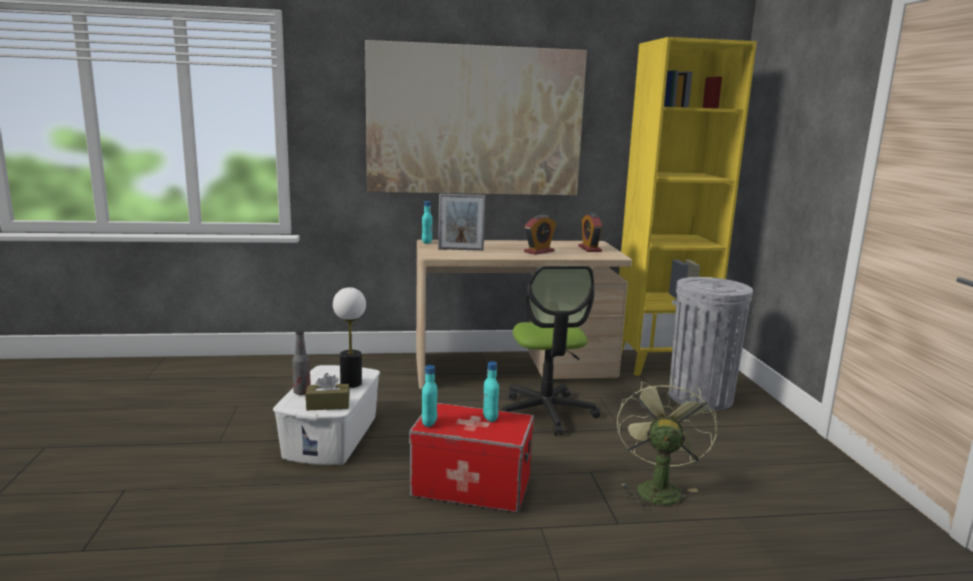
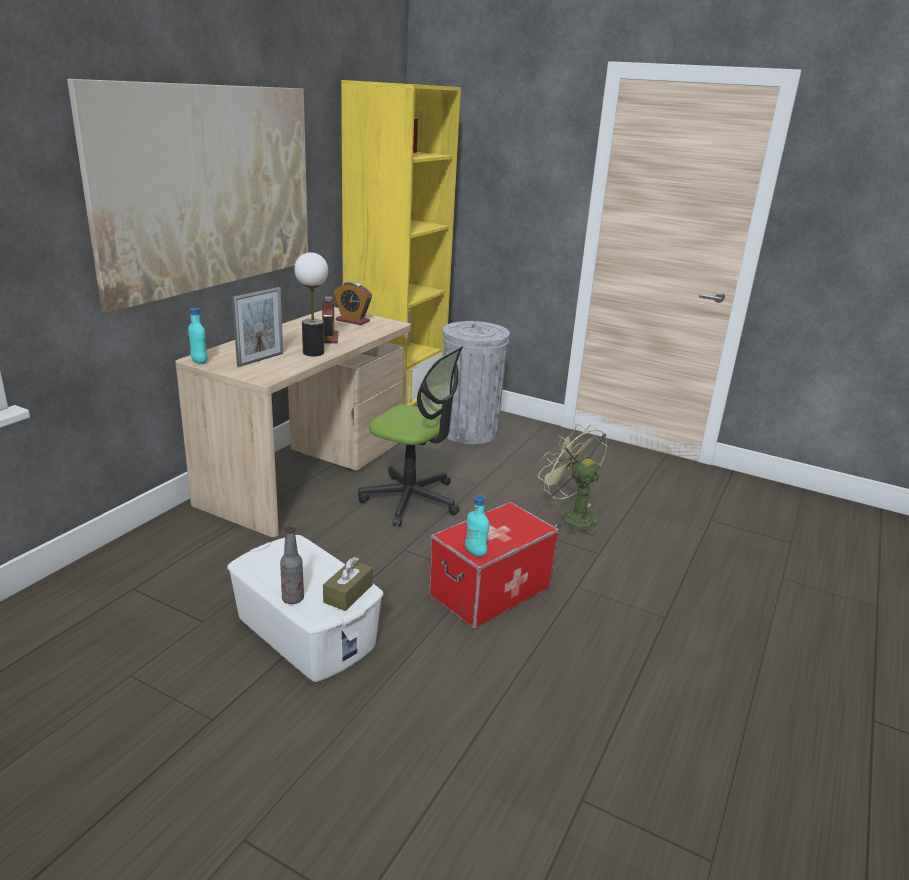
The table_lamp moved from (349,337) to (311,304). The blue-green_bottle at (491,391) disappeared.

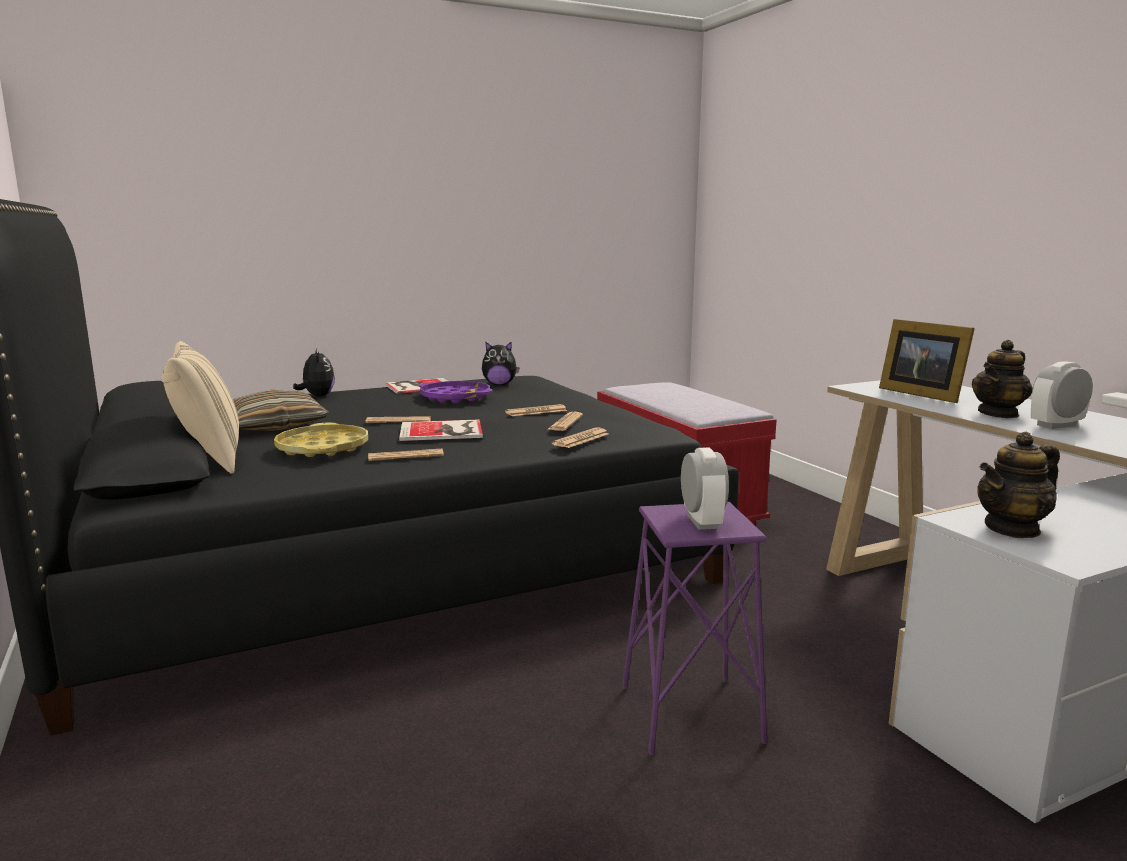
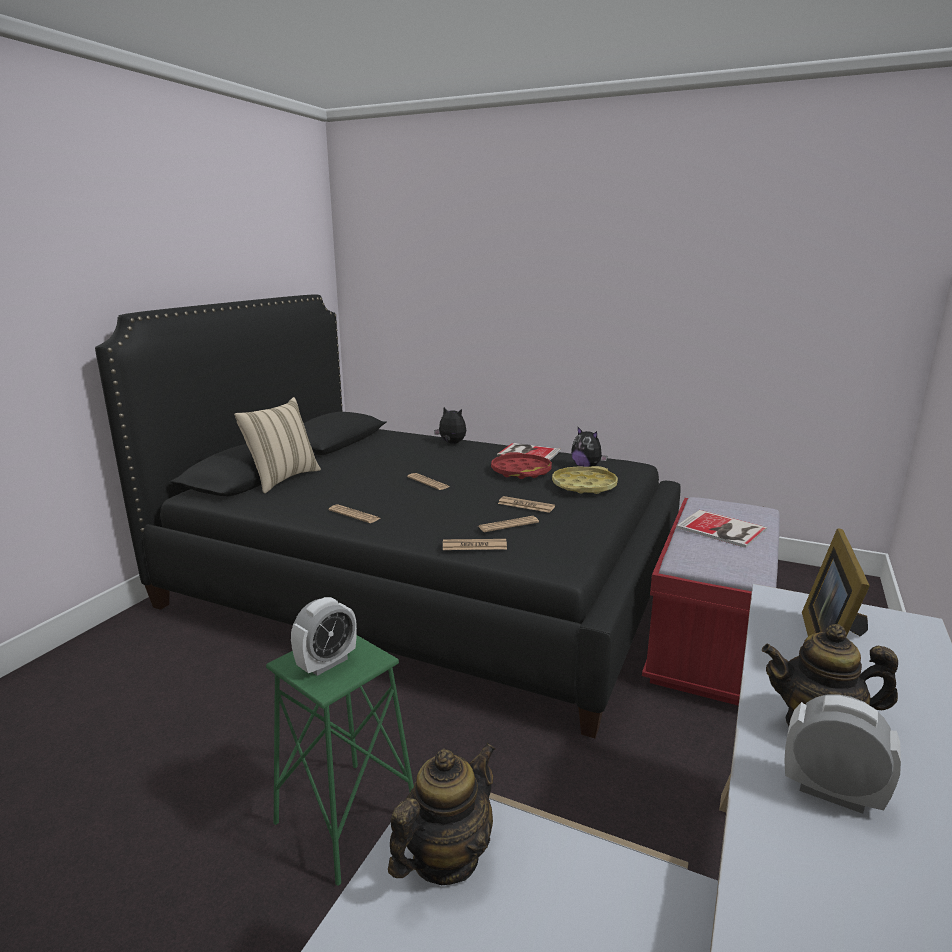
The purplish_stool_seat at (694,628) became the greenish_stool_seat at (340,760). The tea_pot at (1018,485) turned 105 degrees clockwise. The soft_toy at (314,372) turned 90 degrees counterclockwise. The purplish_carrying_tray at (455,392) became the red-coloured_carrying_tray at (521,465). The yellow-coloured_carrying_tray moved from (321,439) to (585,480). The bound_book moved from (441,430) to (721,529). The pillow at (281,410) disappeared.

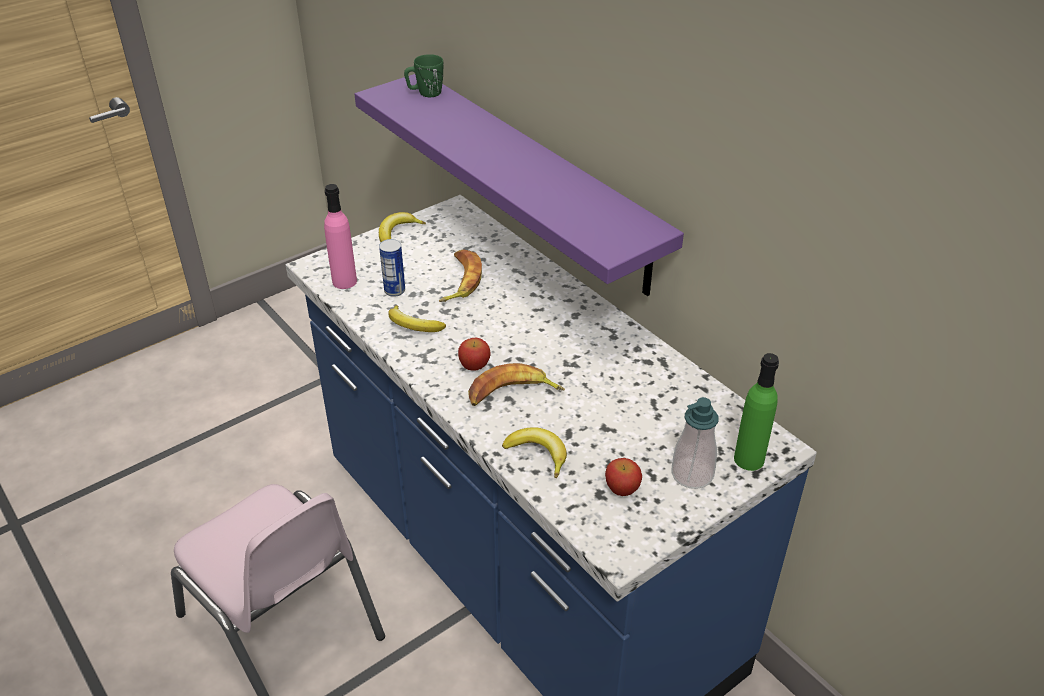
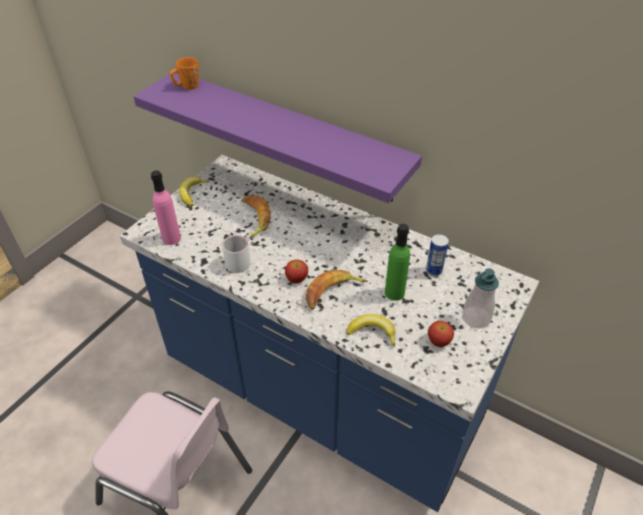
The greenish_coffee_mug at (423,75) became the orangey_coffee_mug at (184,73). The banana_fruit at (417,318) was replaced by the white-coloured_coffee_mug at (236,253). The greenish_bottle moved from (756,412) to (397,262). The can moved from (392,268) to (437,255).

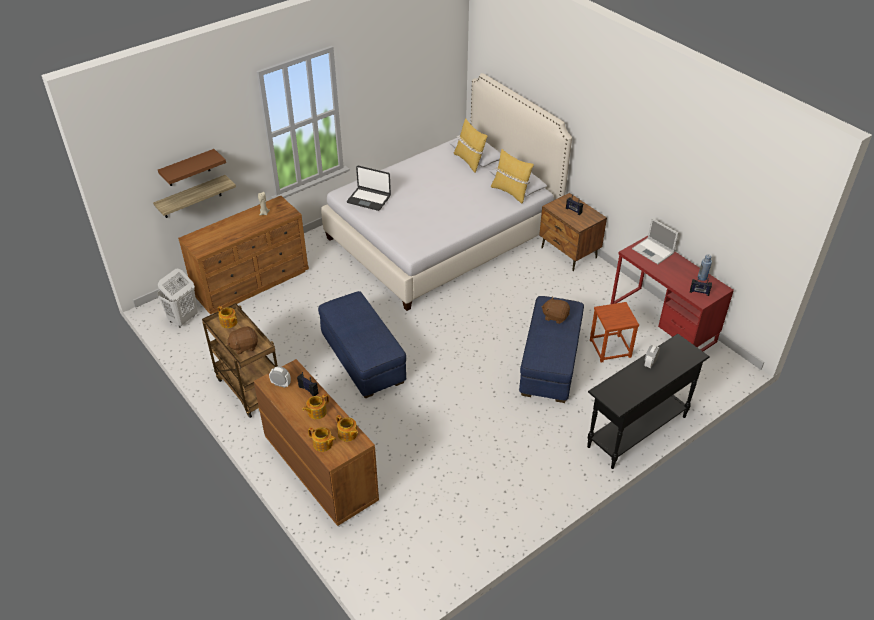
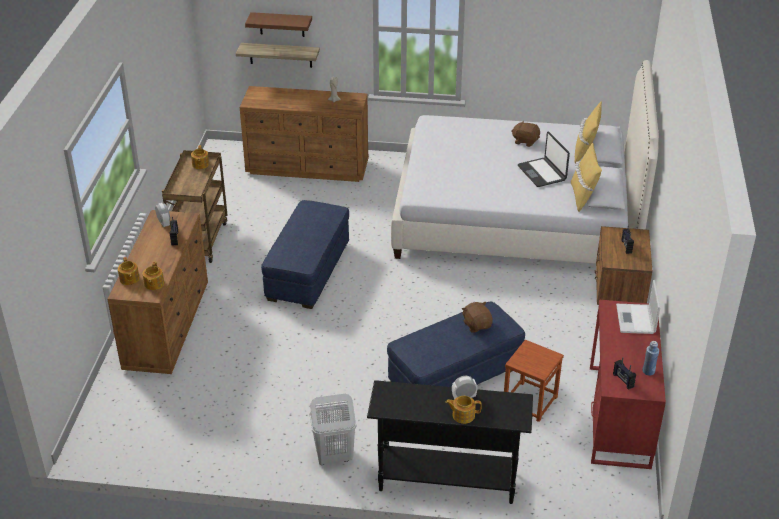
The white-coloured_hamper moved from (177,298) to (333,429). The tea_pot moved from (315,406) to (463,410). The brown-coloured_soft_toy moved from (242,340) to (525,134). The portable_computer moved from (369,188) to (544,159).

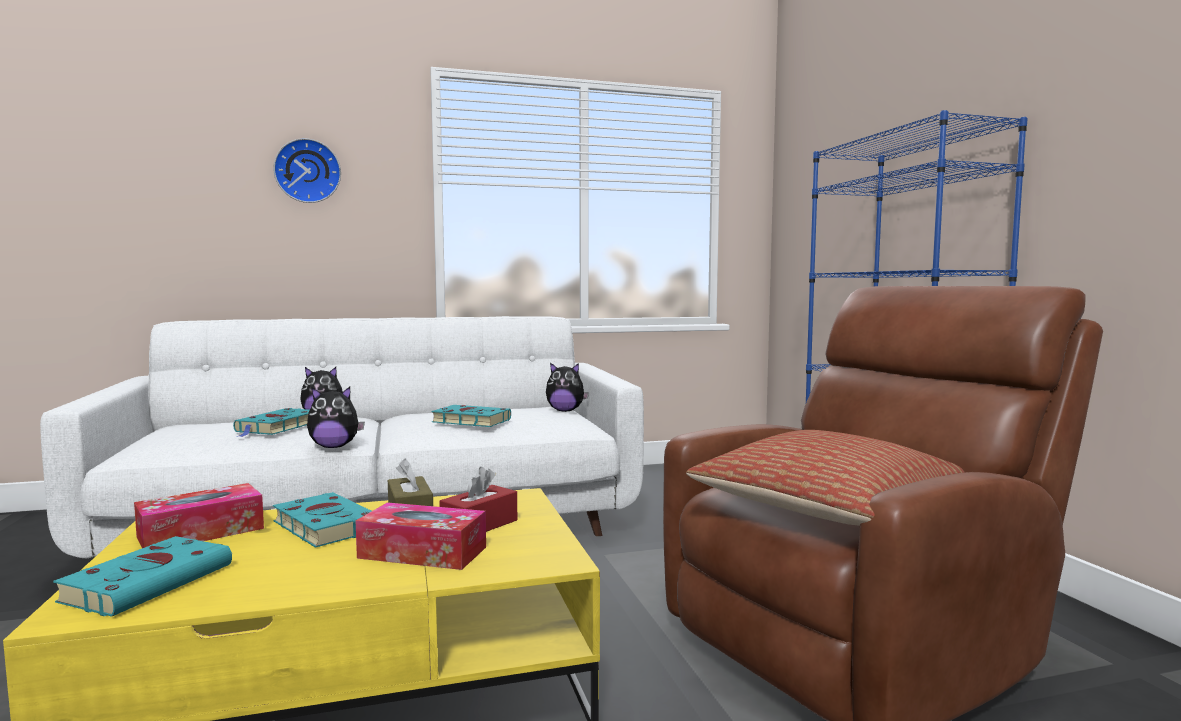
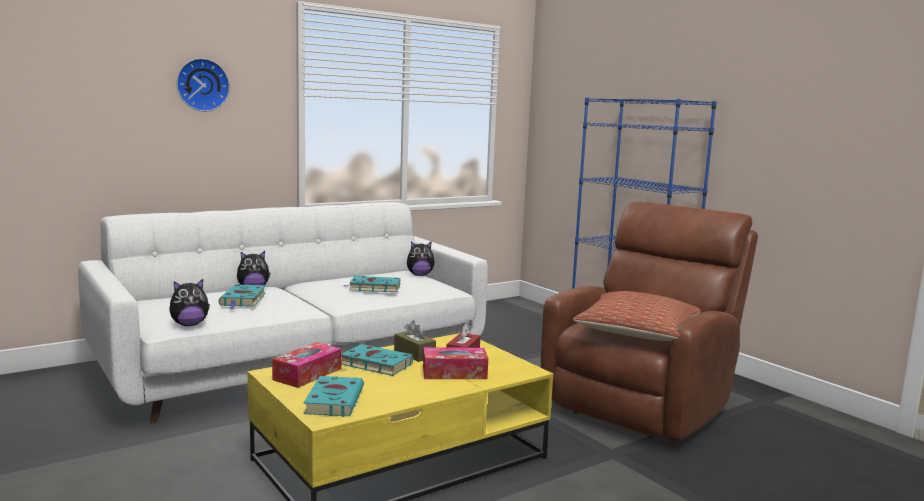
The soft_toy moved from (336,417) to (189,302).

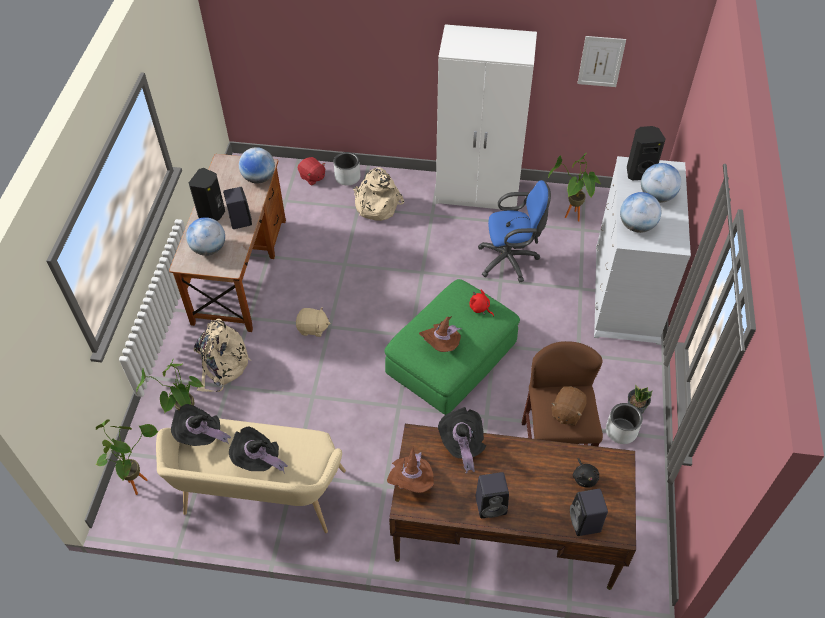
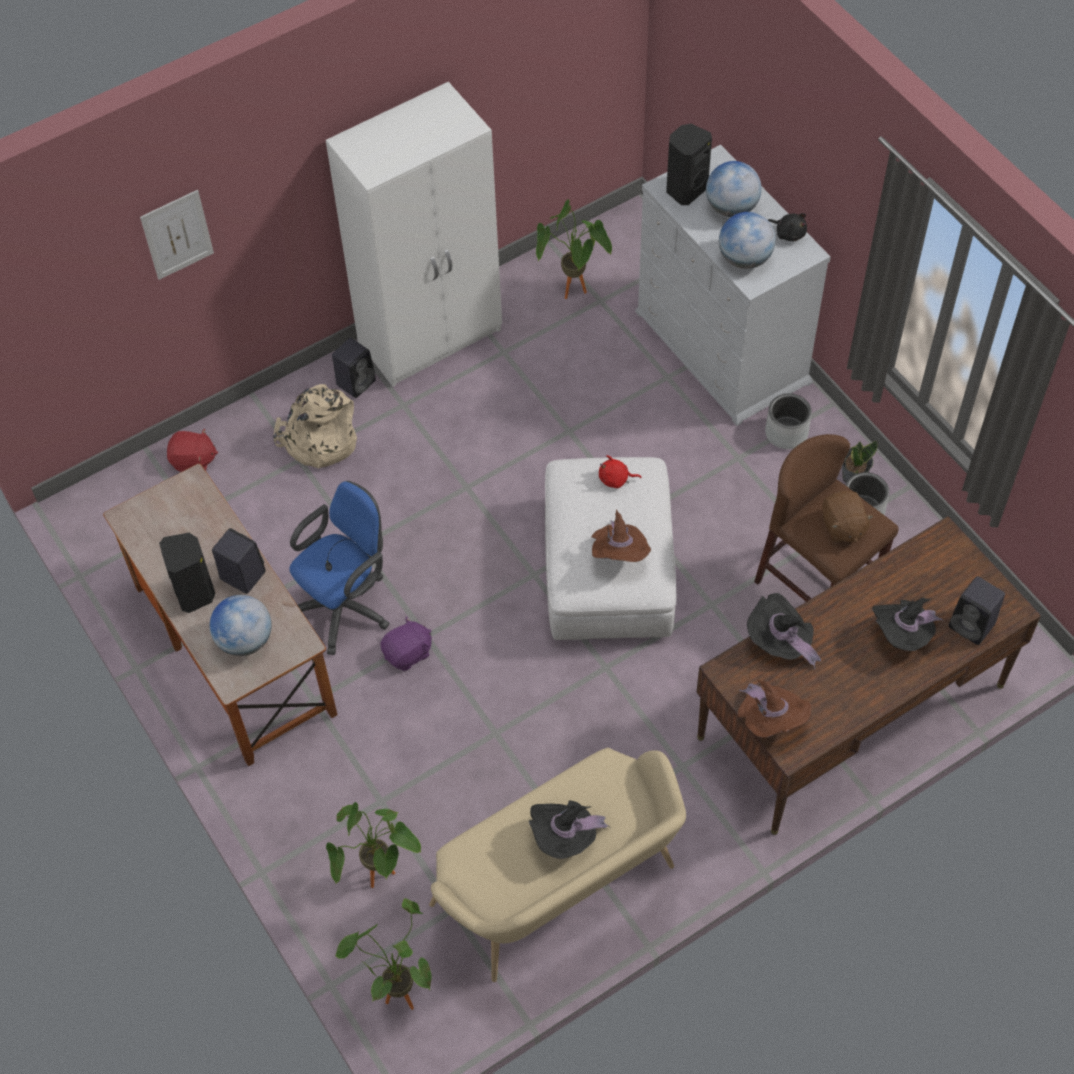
The wall_picture moved from (601,61) to (177,235). The blue-coloured_office_chair moved from (514,231) to (339,568). The black_speaker moved from (492,495) to (354,368). The beige_soft_toy at (313,322) became the purplish_soft_toy at (406,644). The greenish_ottoman at (452,347) became the white-coloured_ottoman at (610,548). The gray_plant_pot moved from (347,168) to (788,421). The black_soft_toy moved from (586,473) to (787,227). The black_clothing_hat moved from (201,425) to (907,624). The beige_backpack at (222,355) disappeared. The globe at (257,165) disappeared.

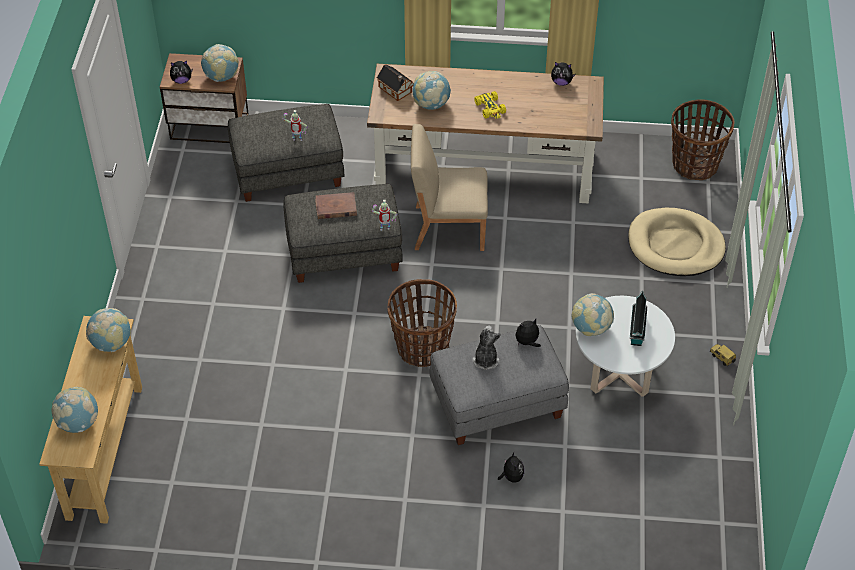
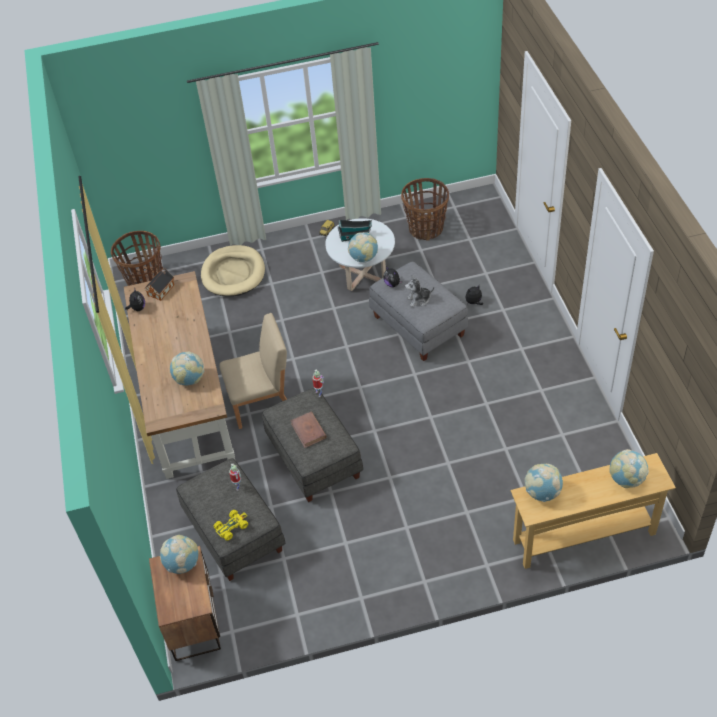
The toy_house moved from (395,82) to (159,284). The yellow-coloured_miniature_car moved from (490,105) to (231,525). The beige_plain_chair at (449,187) turned 90 degrees counterclockwise. The household_basket moved from (422,323) to (425,209). The soft_toy at (181,72) disappeared.

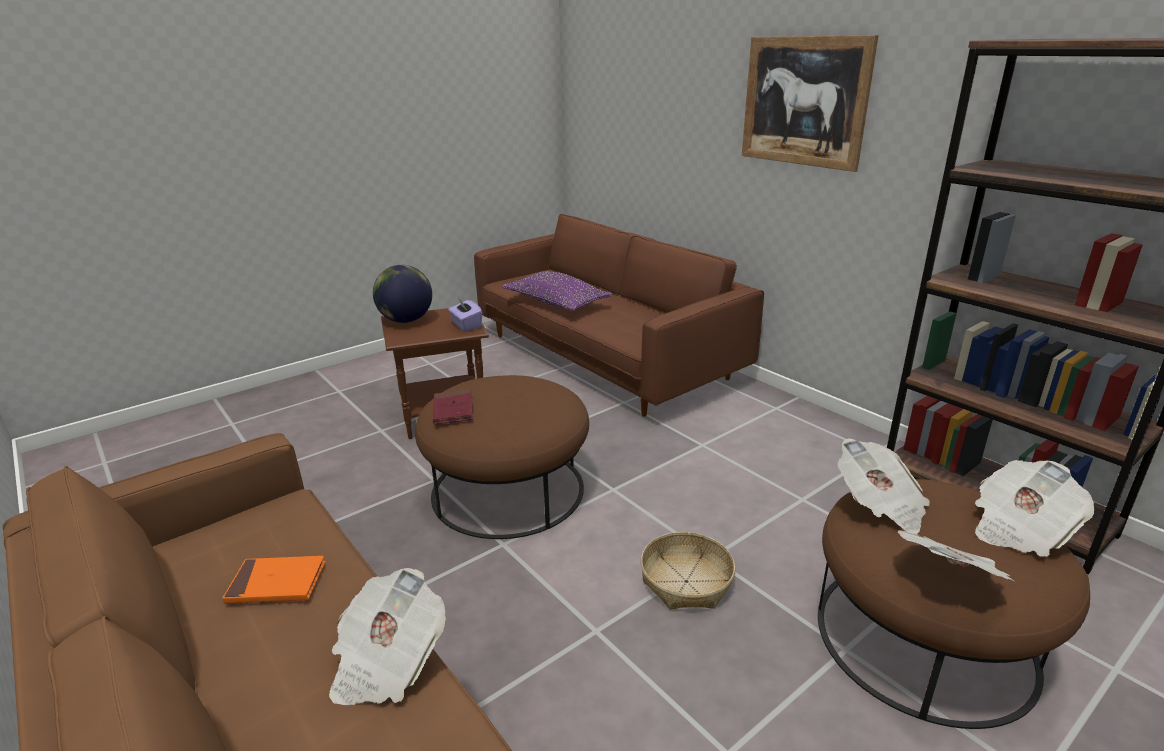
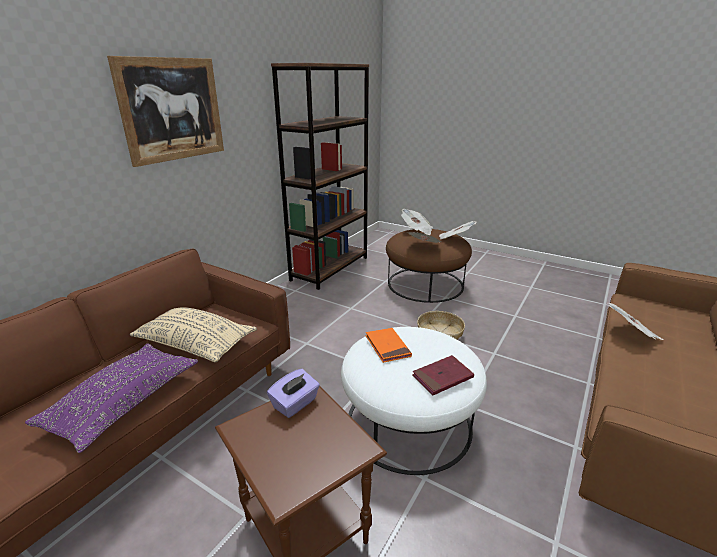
The beige_pillow at (193,334) appeared. The brown-coloured_ottoman at (502,457) became the white-coloured_ottoman at (414,401). The orangey_bound_book moved from (274,580) to (389,345). The globe at (402,294) disappeared.

